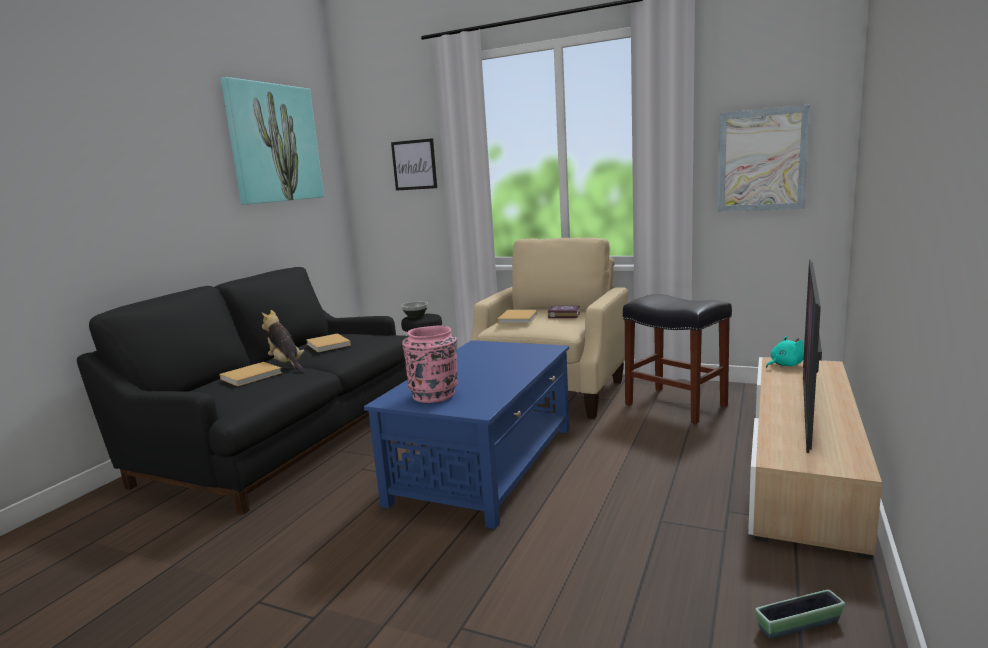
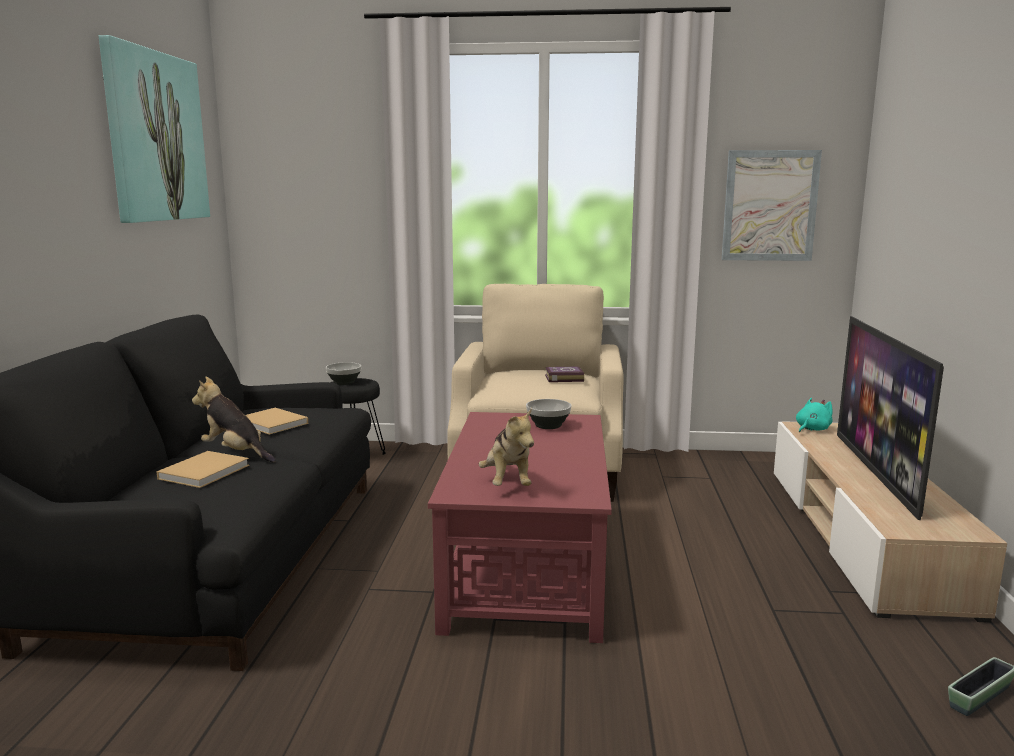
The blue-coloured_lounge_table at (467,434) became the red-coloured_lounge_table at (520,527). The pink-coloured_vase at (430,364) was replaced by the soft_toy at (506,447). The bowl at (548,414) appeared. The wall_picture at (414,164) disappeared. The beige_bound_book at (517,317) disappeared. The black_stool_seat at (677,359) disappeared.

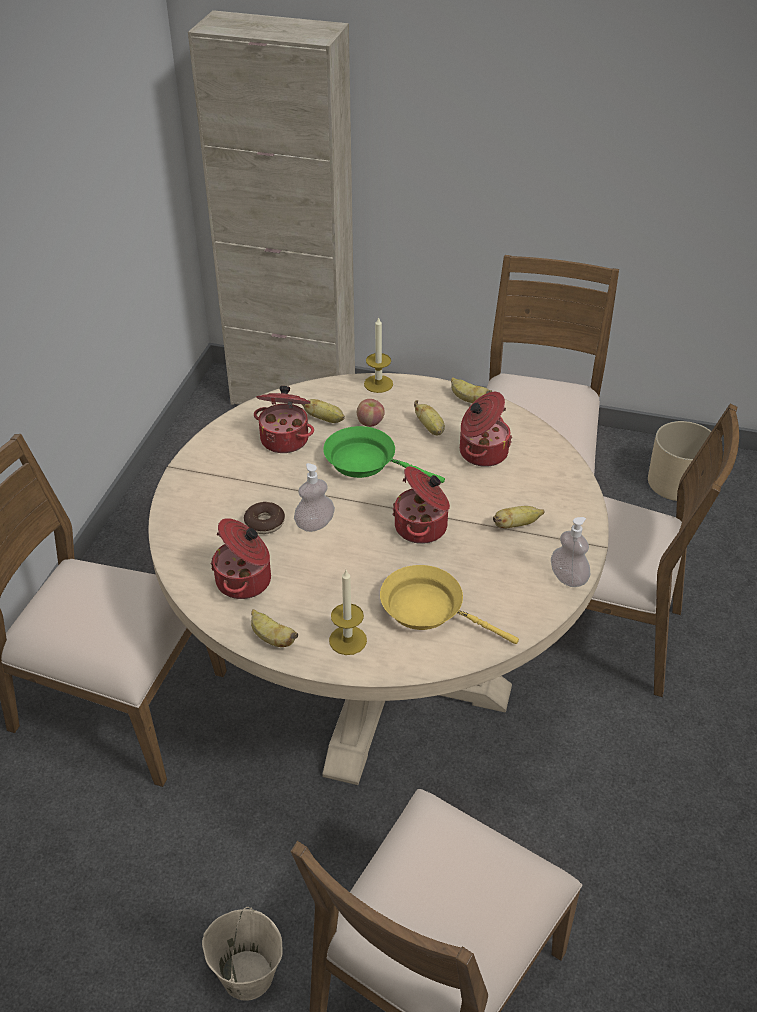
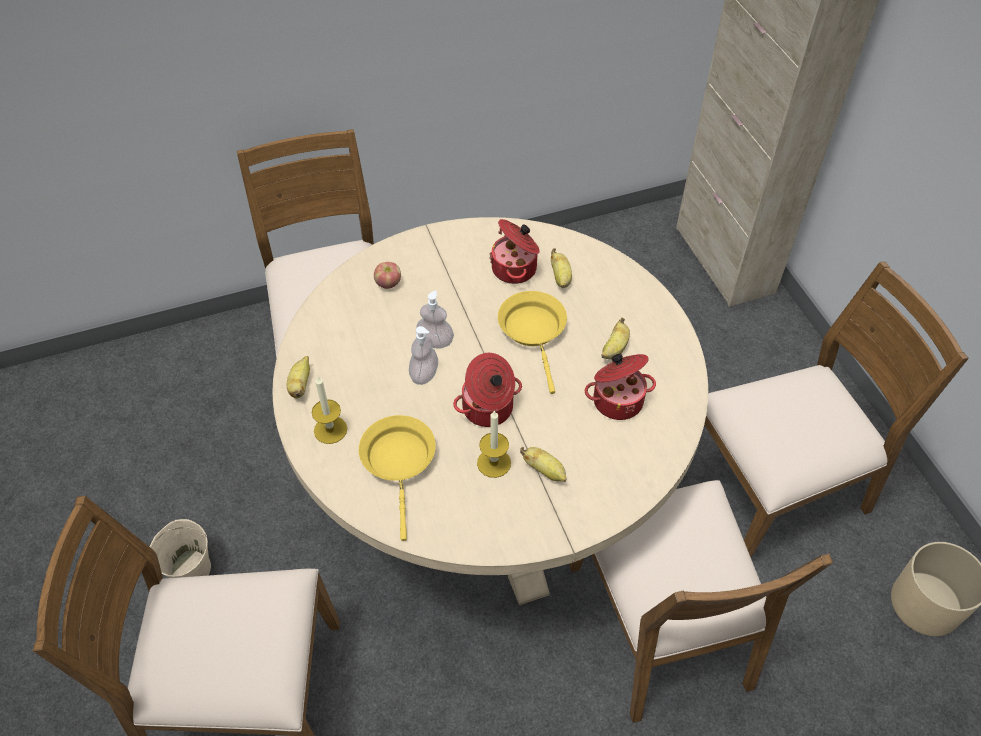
The whole_apple moved from (371,413) to (387,275). The liquid_soap_bottle moved from (570,552) to (423,355). The wax_candle moved from (378,354) to (494,444). The greenish_frying_pan at (384,454) became the yellow-coloured_frying_pan at (532,342). The stockpot at (240,558) disappeared. The donut at (264,518) disappeared. The banana_fruit at (471,390) disappeared.

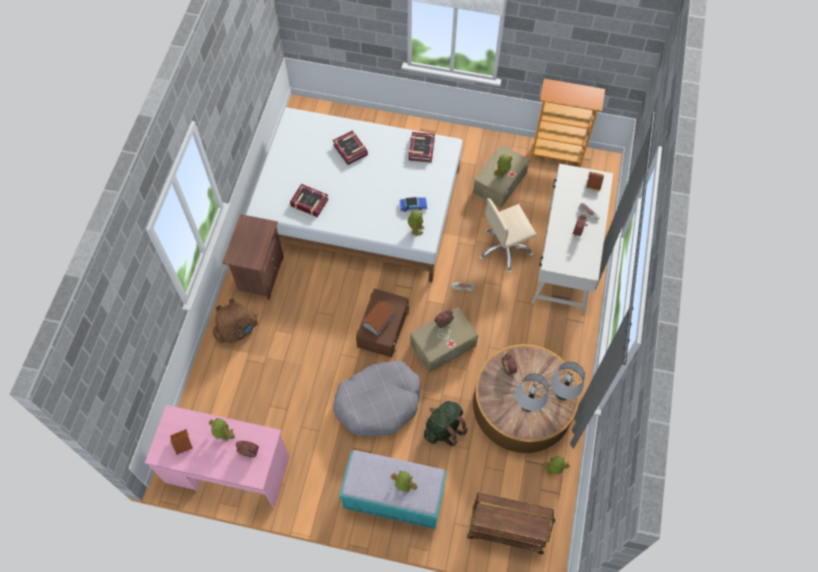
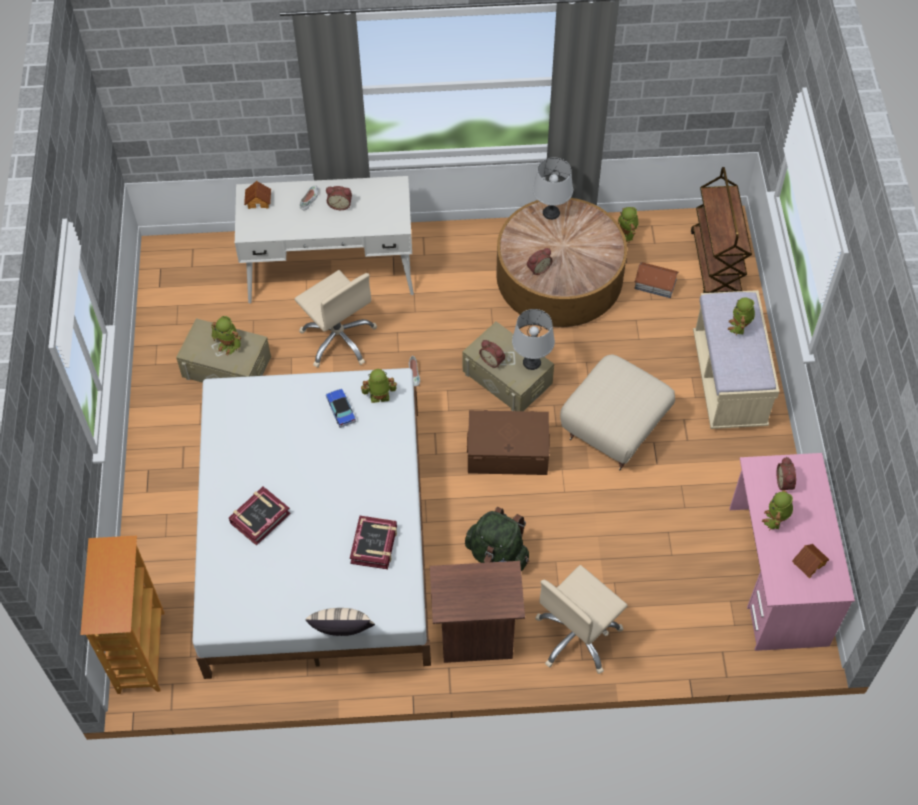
The shelving_unit moved from (568,123) to (122,615). The beige_pillow at (340,622) appeared. The greenish_backpack moved from (446,423) to (497,539). The gray_table_lamp moved from (532,392) to (533,339). The brown-coloured_backpack at (235,320) was replaced by the beige_office_chair at (581,619). The gray_pet_bed at (377,399) was replaced by the beige_ottoman at (617,412). The toy_house moved from (379,318) to (656,280). The blue-green_indoor_bench at (393,489) became the beige_indoor_bench at (736,359). The bound_book at (421,147) disappeared.

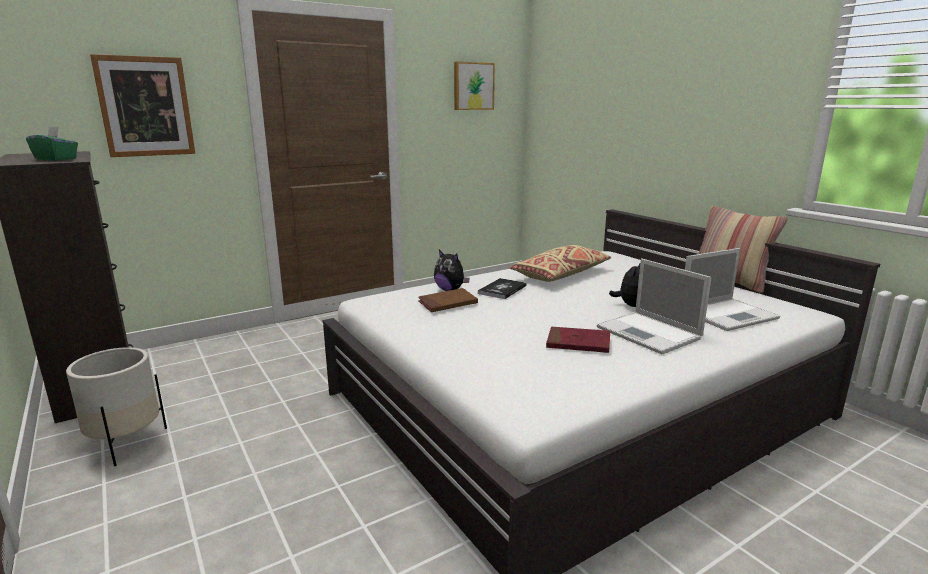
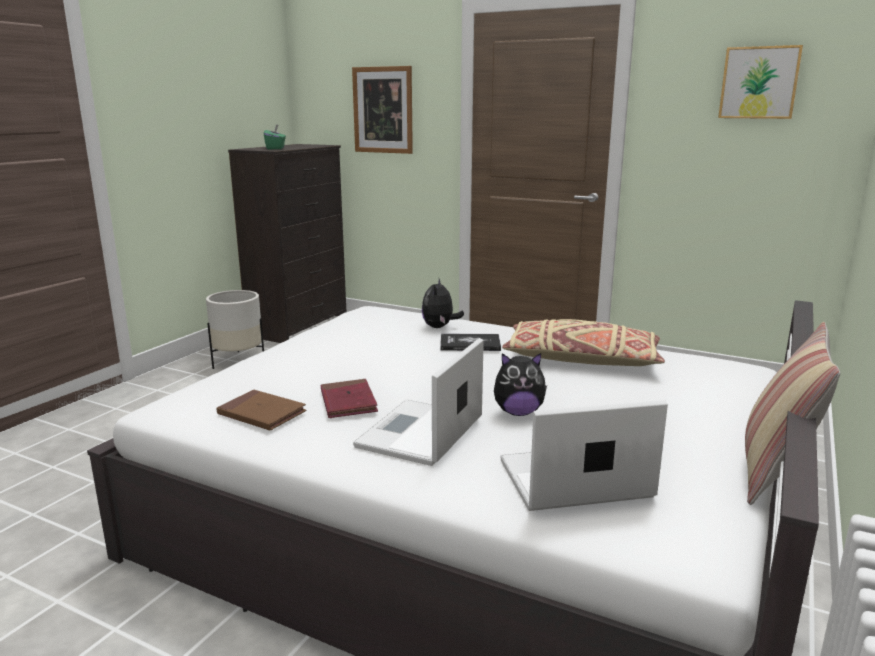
The brown-coloured_bound_book moved from (448,300) to (261,410). The portable_computer at (732,289) turned 135 degrees clockwise.

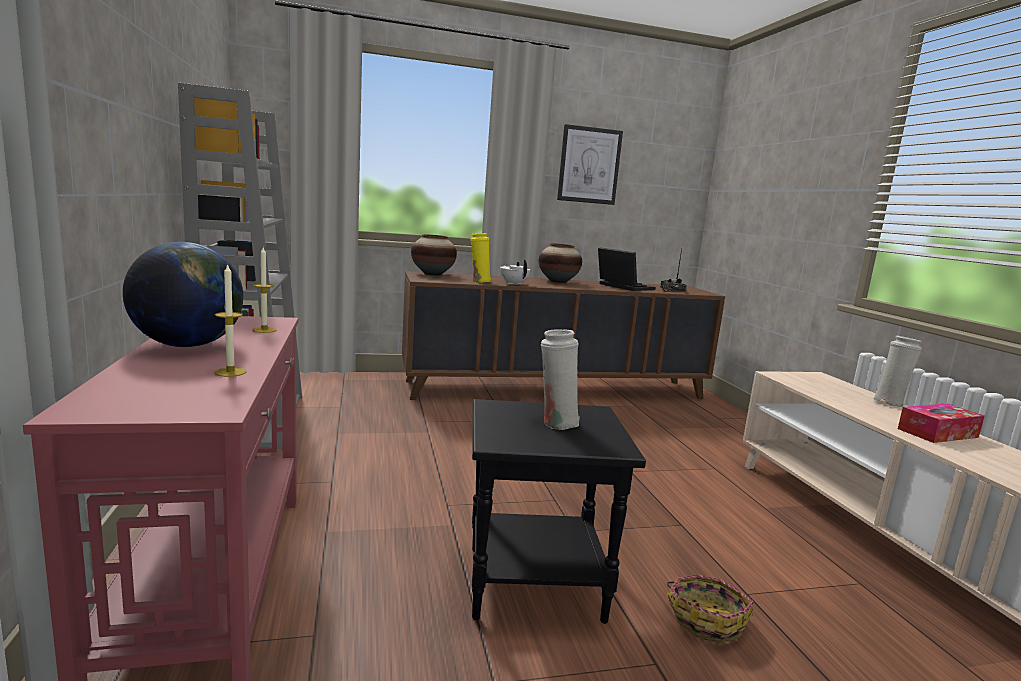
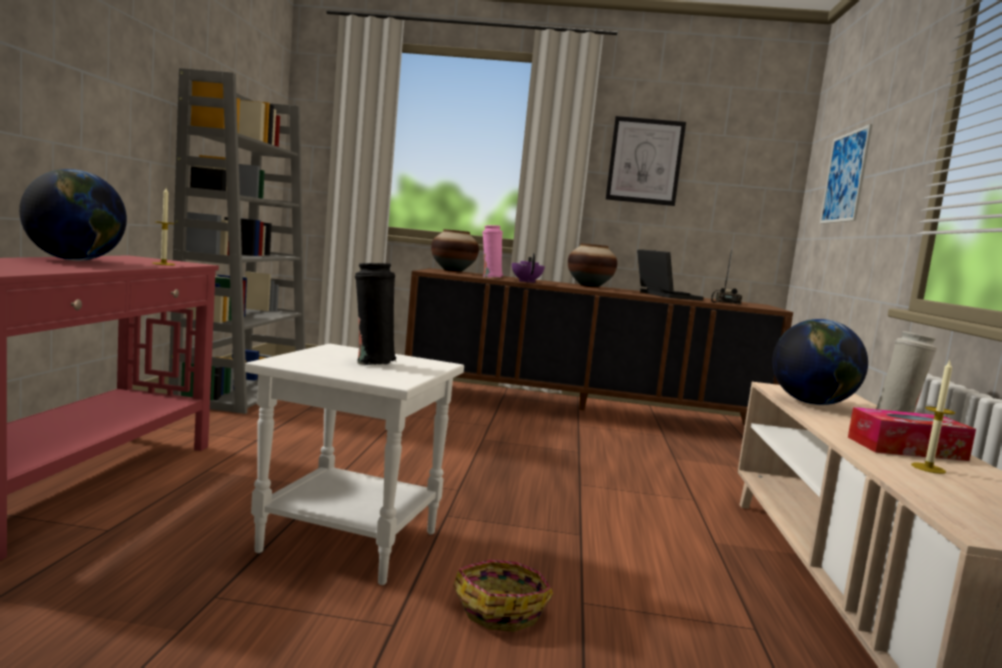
The black_end_table at (559,511) became the white-coloured_end_table at (354,464). The white-coloured_vase at (560,379) became the black_vase at (375,314). The yellow-coloured_vase at (480,258) became the pink-coloured_vase at (492,251). The white-coloured_tea_pot at (515,272) became the purplish_tea_pot at (528,268). The globe at (820,362) appeared. The wall_picture at (846,174) appeared. The wax_candle moved from (230,320) to (933,417).

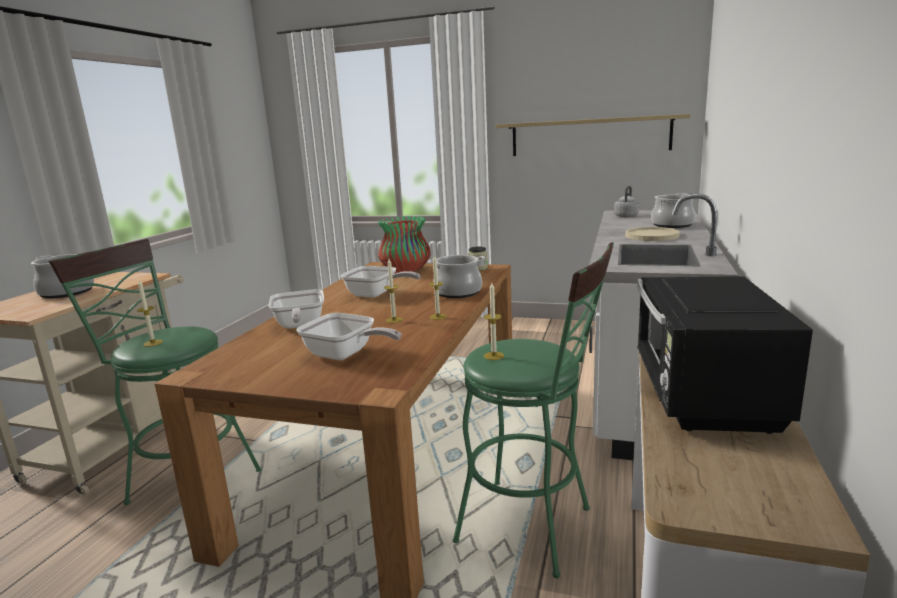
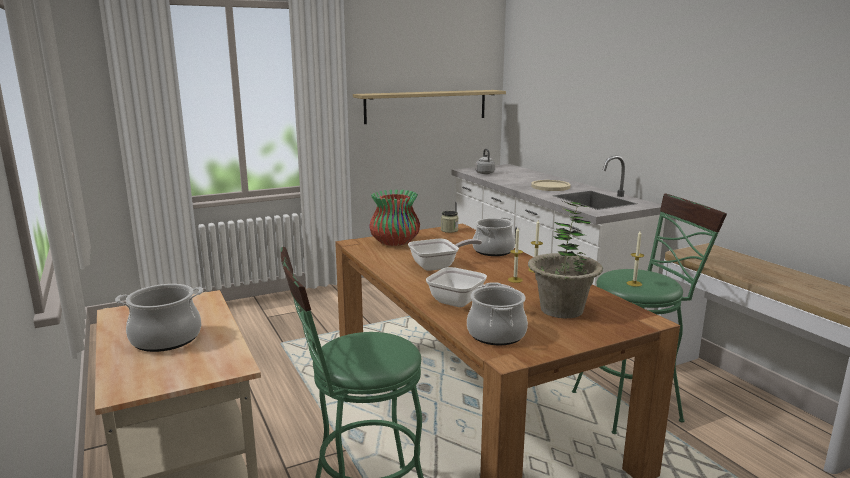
The stockpot moved from (673,210) to (497,313). The frying_pan at (348,336) was replaced by the plant_in_a_pot at (565,260). The wax_candle at (150,313) disappeared. The black_microwave at (725,355) disappeared.

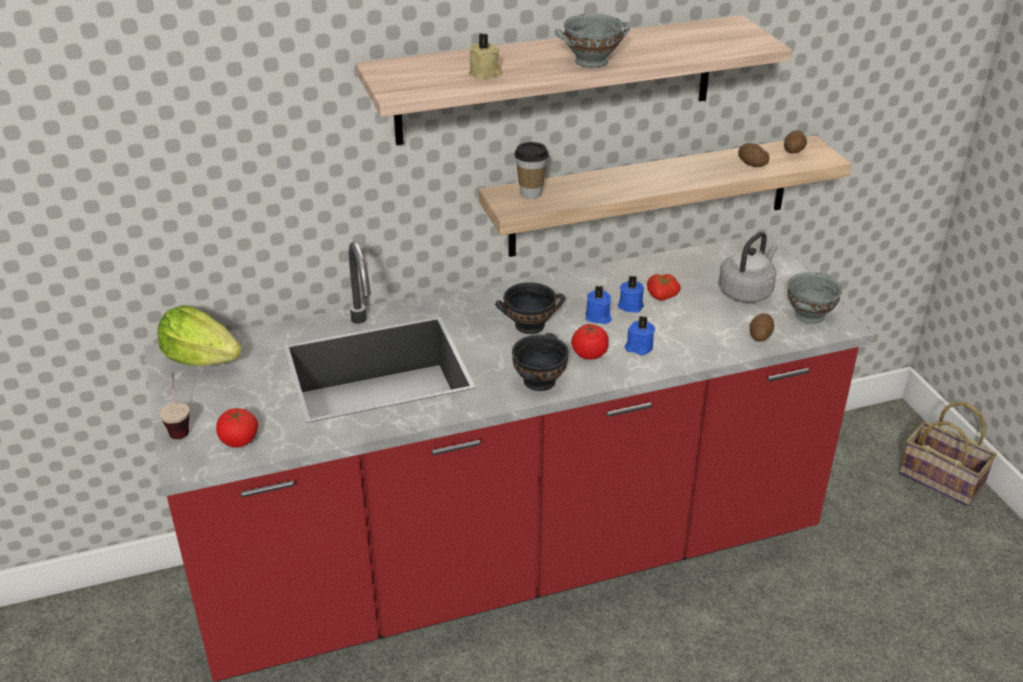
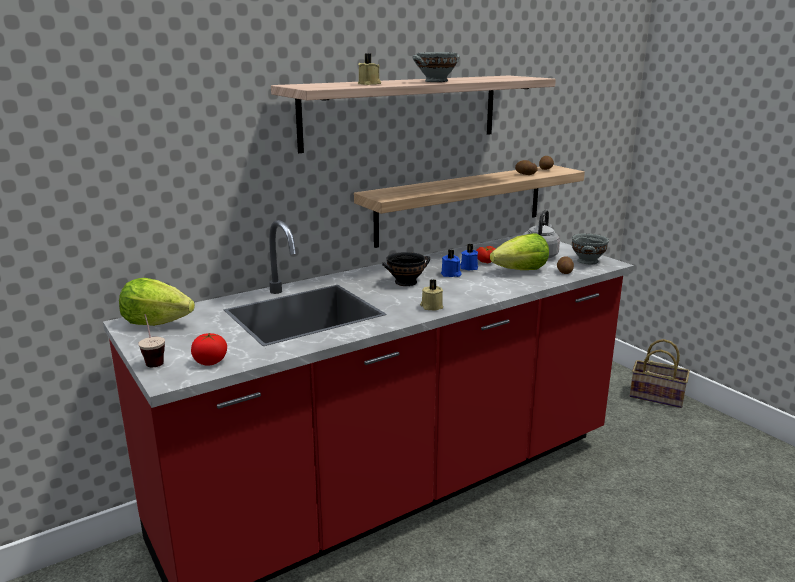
The black_bowl at (540,362) was replaced by the beige_wax_candle at (431,294). The lettuce at (519,252) appeared. The cup at (531,170) disappeared. The tomato at (590,341) disappeared. The blue-coloured_wax_candle at (640,335) disappeared.

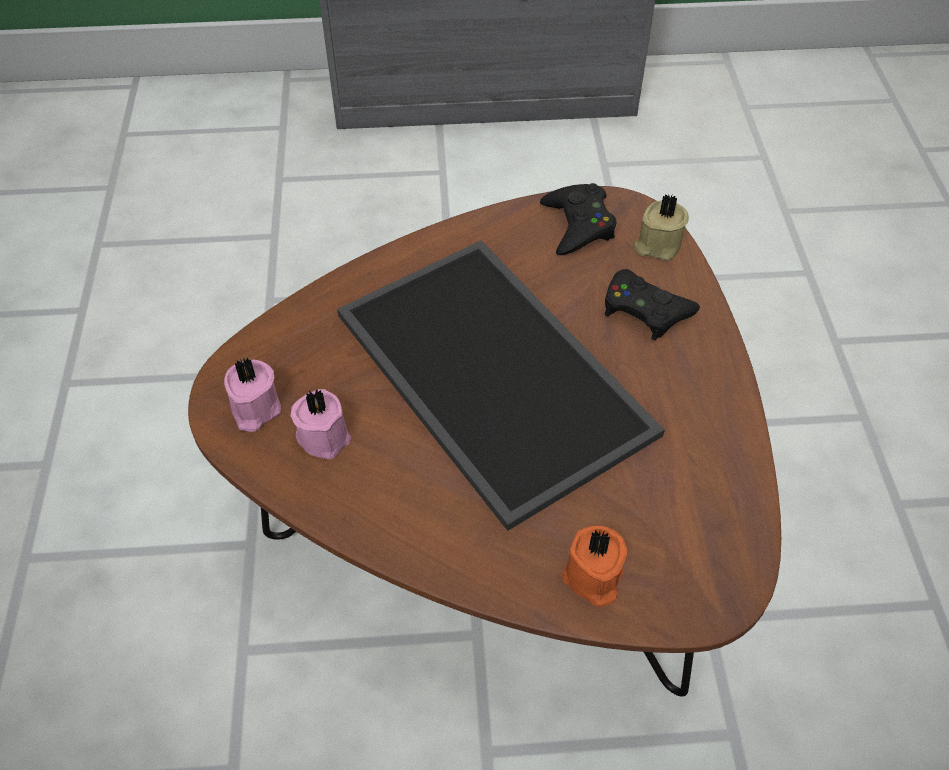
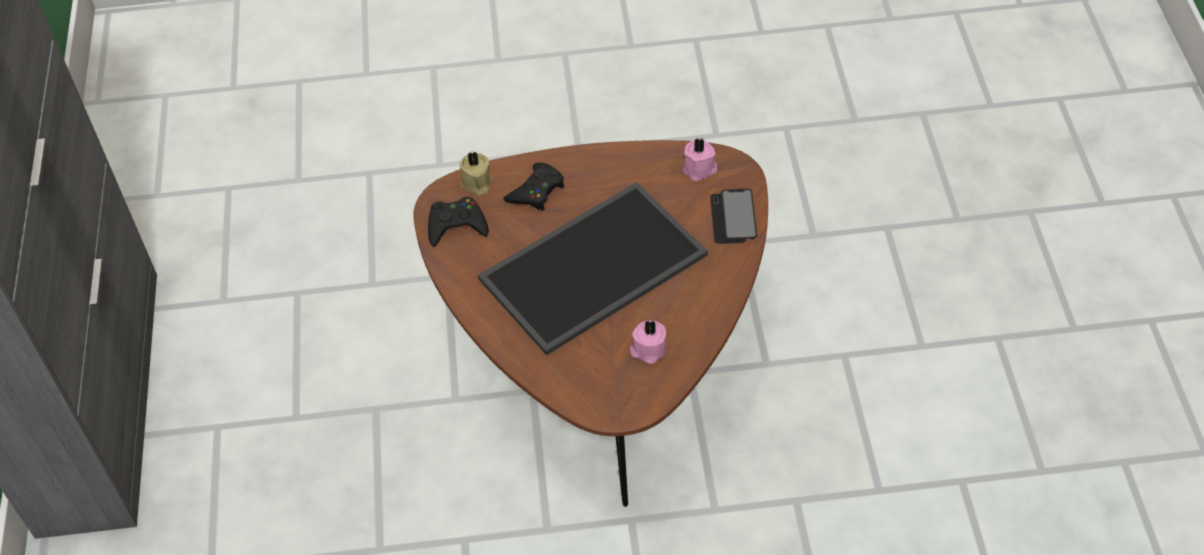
The pink-coloured_wax_candle moved from (252,395) to (700,159). The orangey_wax_candle at (594,566) was replaced by the handset at (733,216).

